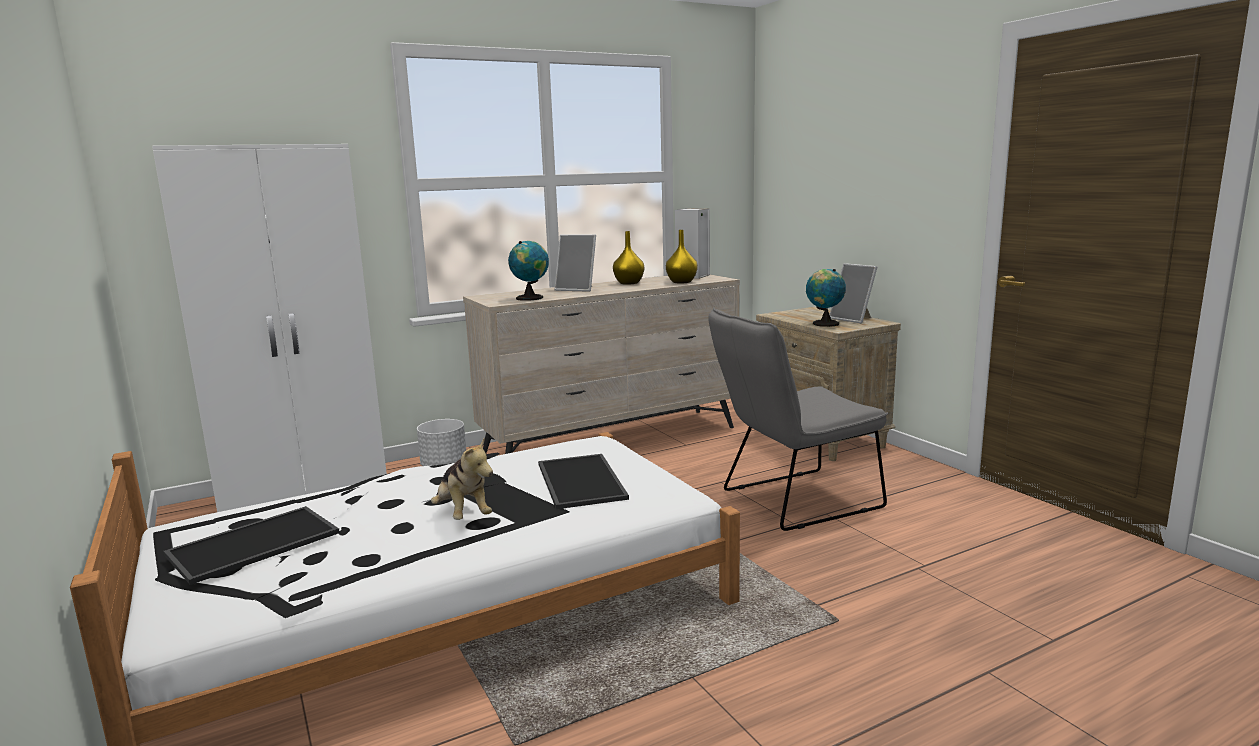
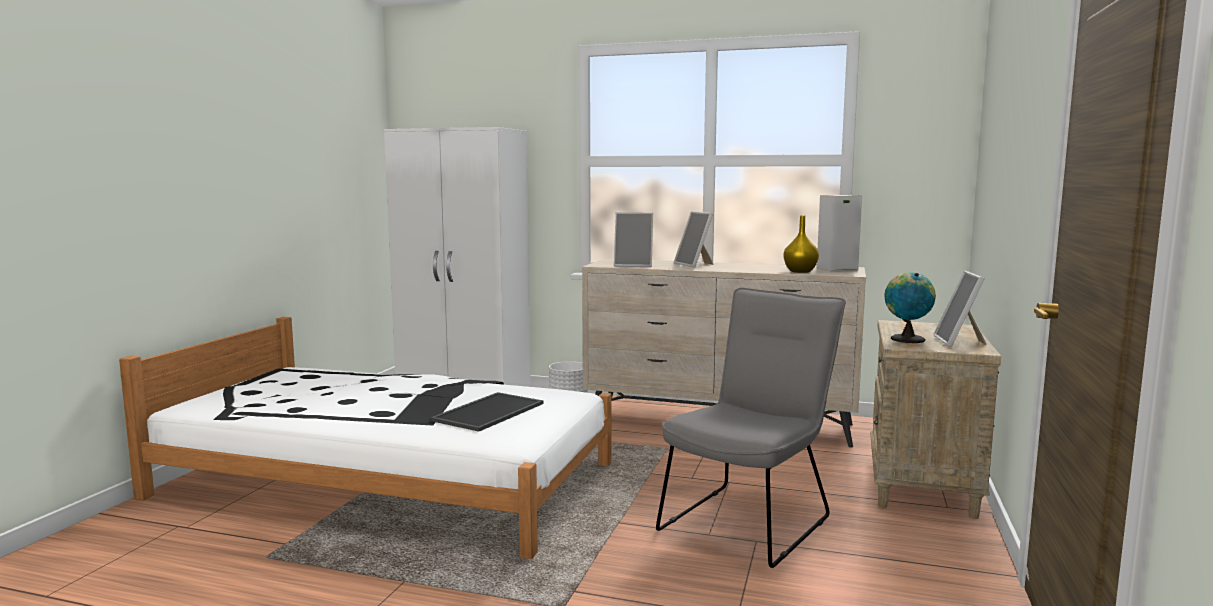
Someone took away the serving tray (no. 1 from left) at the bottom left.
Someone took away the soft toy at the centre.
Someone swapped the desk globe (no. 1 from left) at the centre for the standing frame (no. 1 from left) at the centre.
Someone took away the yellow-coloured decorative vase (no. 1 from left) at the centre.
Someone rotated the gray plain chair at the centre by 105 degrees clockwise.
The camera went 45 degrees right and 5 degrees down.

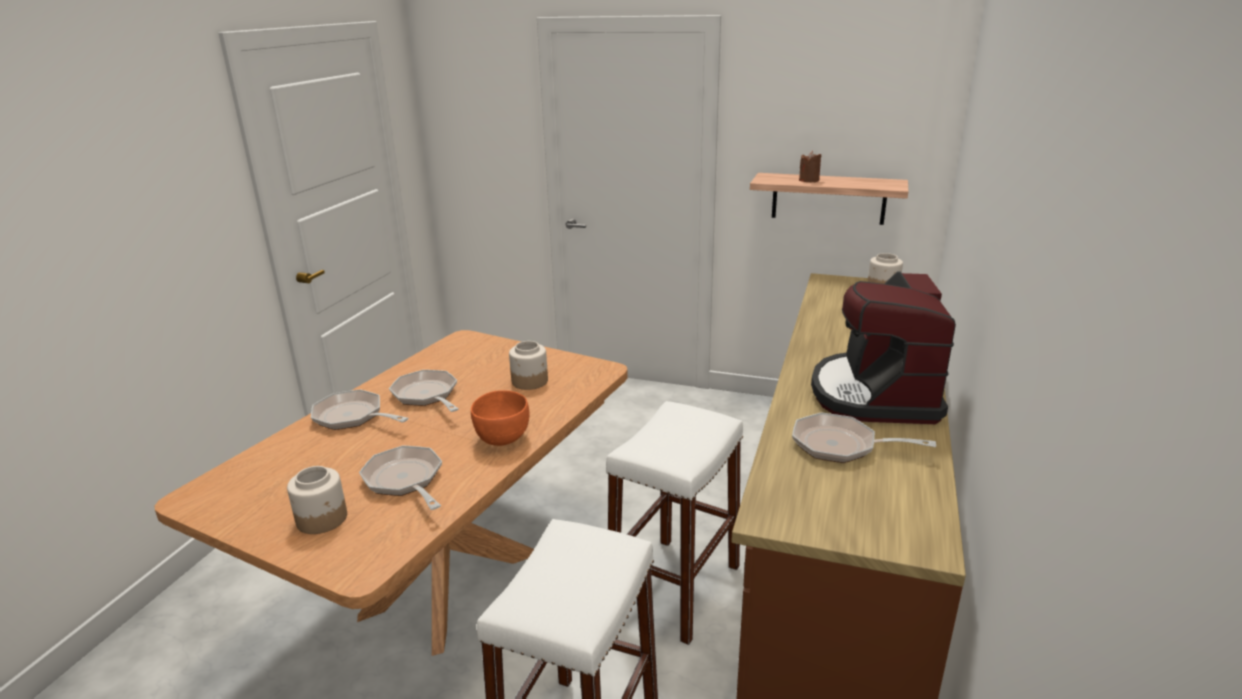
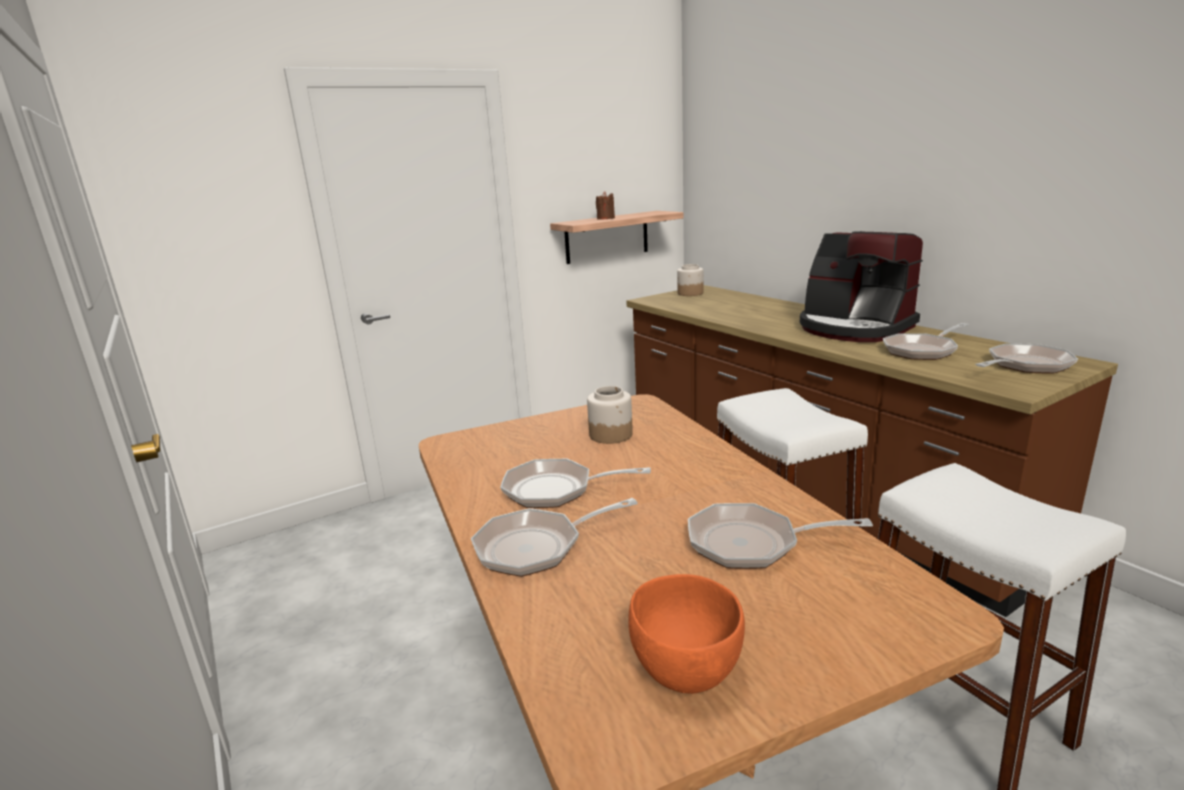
Someone took away the jar (no. 1 from left) at the bottom left.
Someone carried the orangey deep dish from the centre to the bottom centre.
Someone put down the skillet (no. 5 from left) at the middle right.
The camera went 50 degrees left and 5 degrees down.

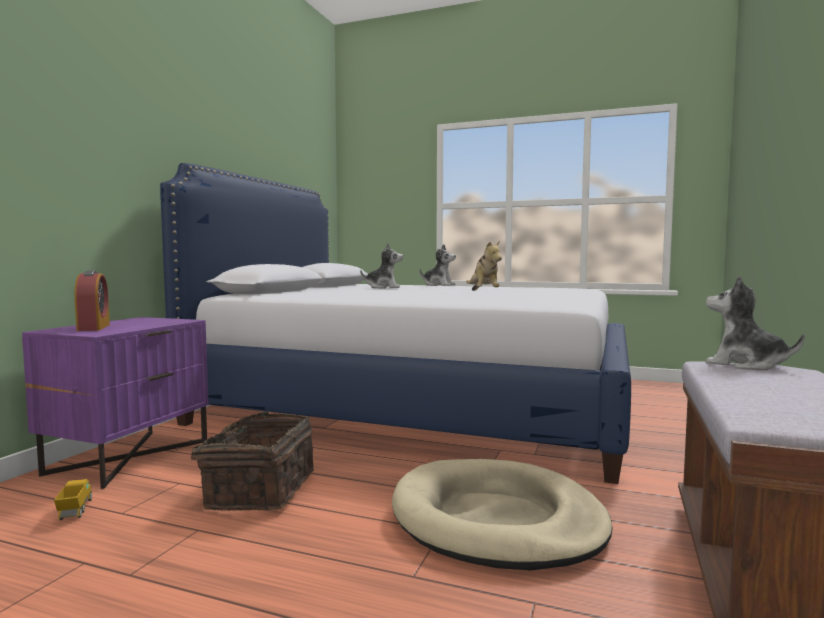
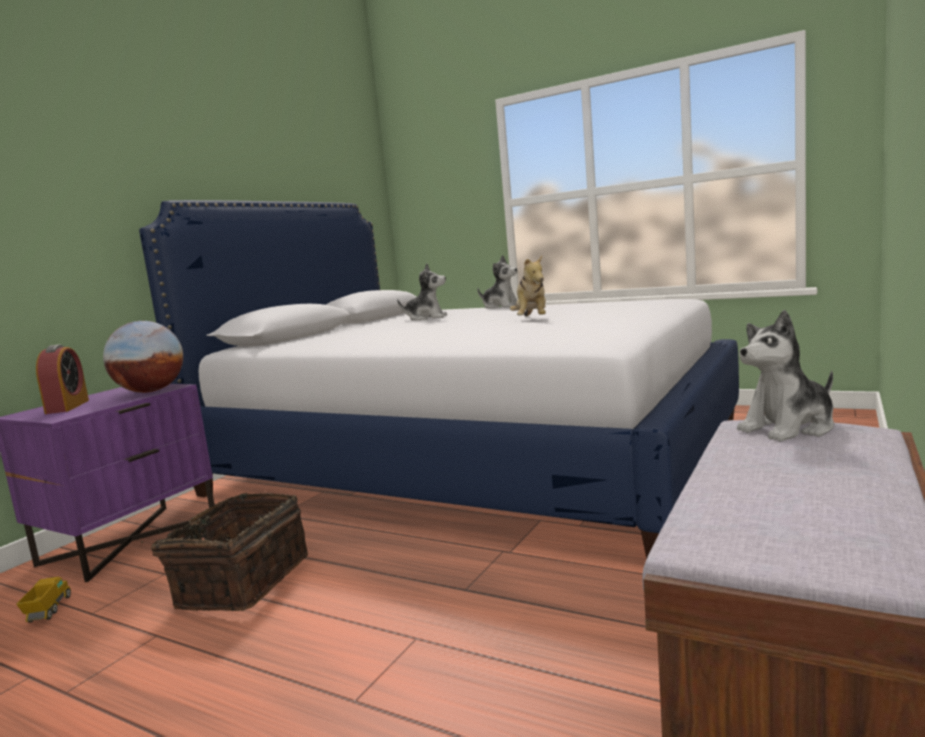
Someone took away the beige dog bed at the bottom centre.
Someone rotated the soft toy (no. 4 from left) at the middle right by 75 degrees counterclockwise.
Someone put down the desk globe at the middle left.
The camera went 10 degrees right and 5 degrees up.

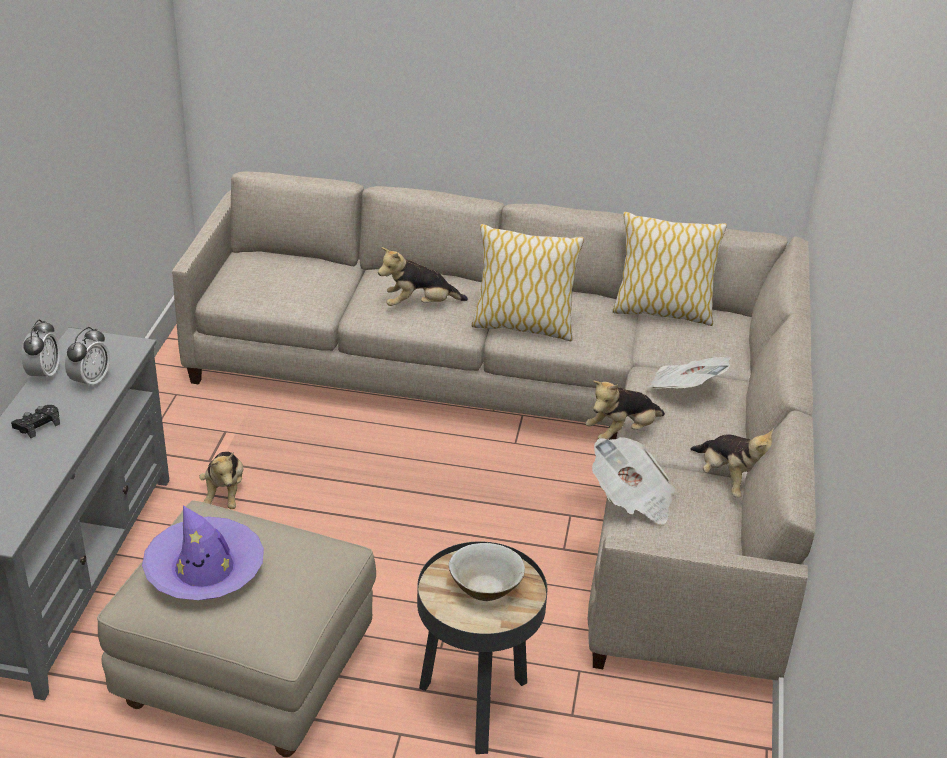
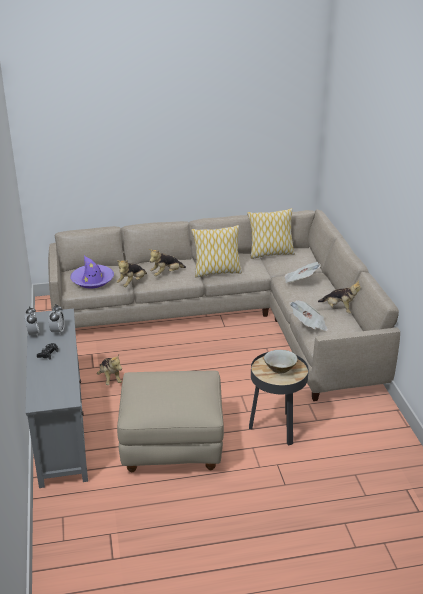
Someone carried the purple hat from the bottom left to the middle left.
Someone carried the soft toy (no. 3 from left in the first image) from the centre to the middle left.
The camera went 20 degrees left and 5 degrees down.

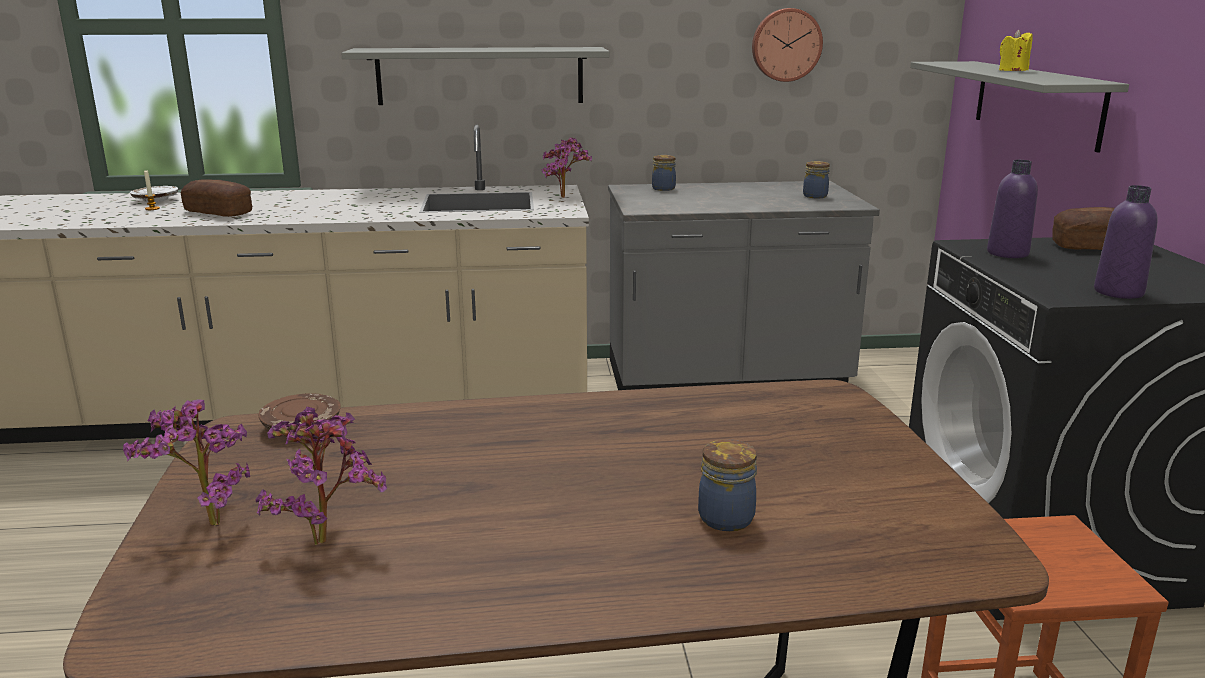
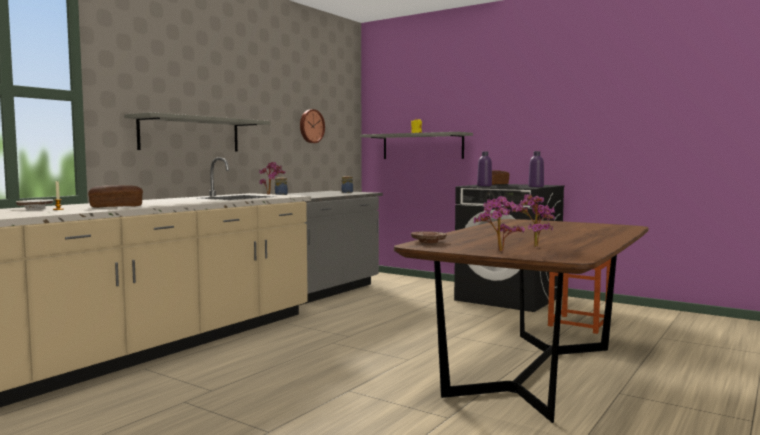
Someone took away the jar (no. 2 from left) at the bottom centre.
The camera went 50 degrees left and 15 degrees down.

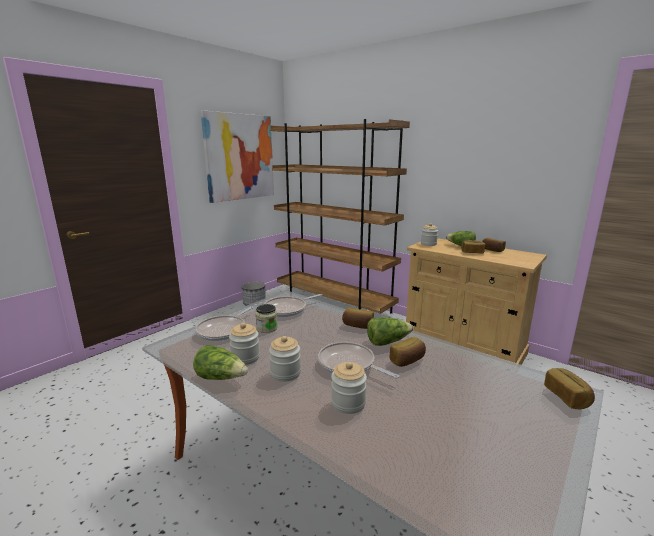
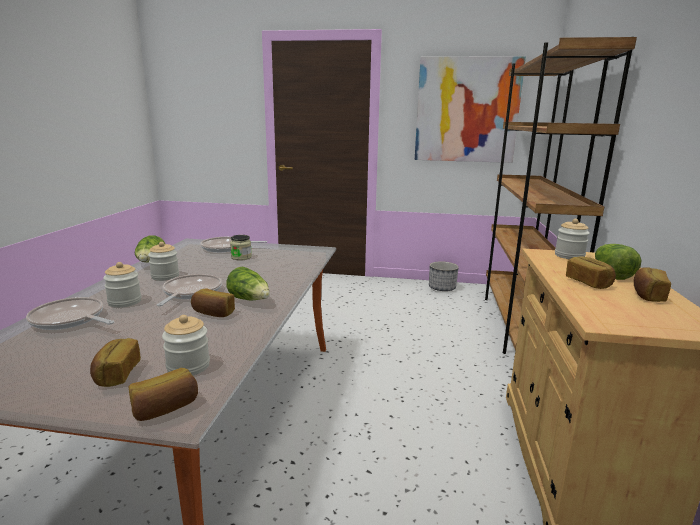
Someone carried the jar (no. 1 from left in the first image) from the centre to the middle left.
Someone carried the skillet (no. 2 from left in the first image) from the centre to the middle left.
Someone carried the bread (no. 1 from left) from the centre to the bottom left.
The camera went 60 degrees right and 0 degrees up.

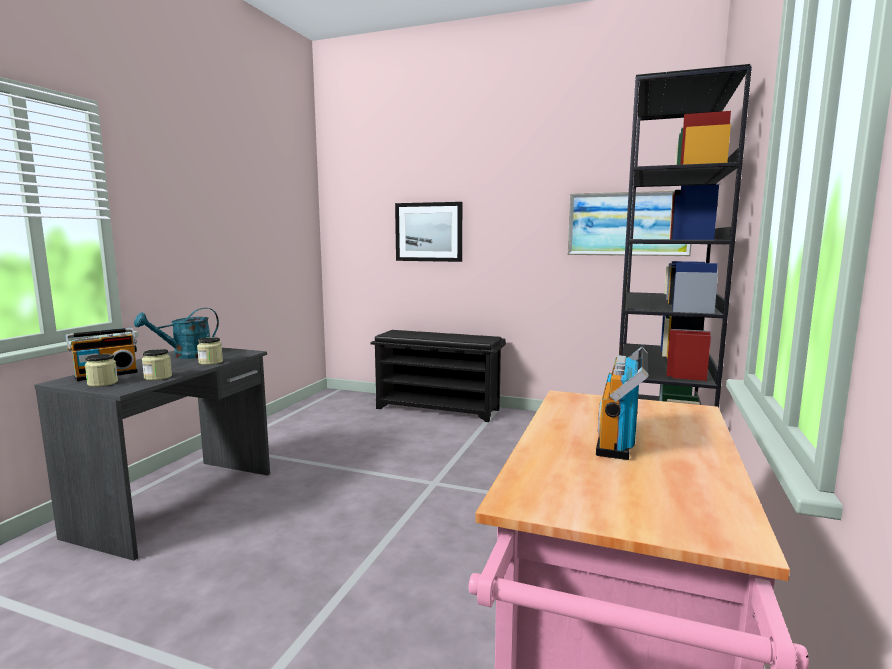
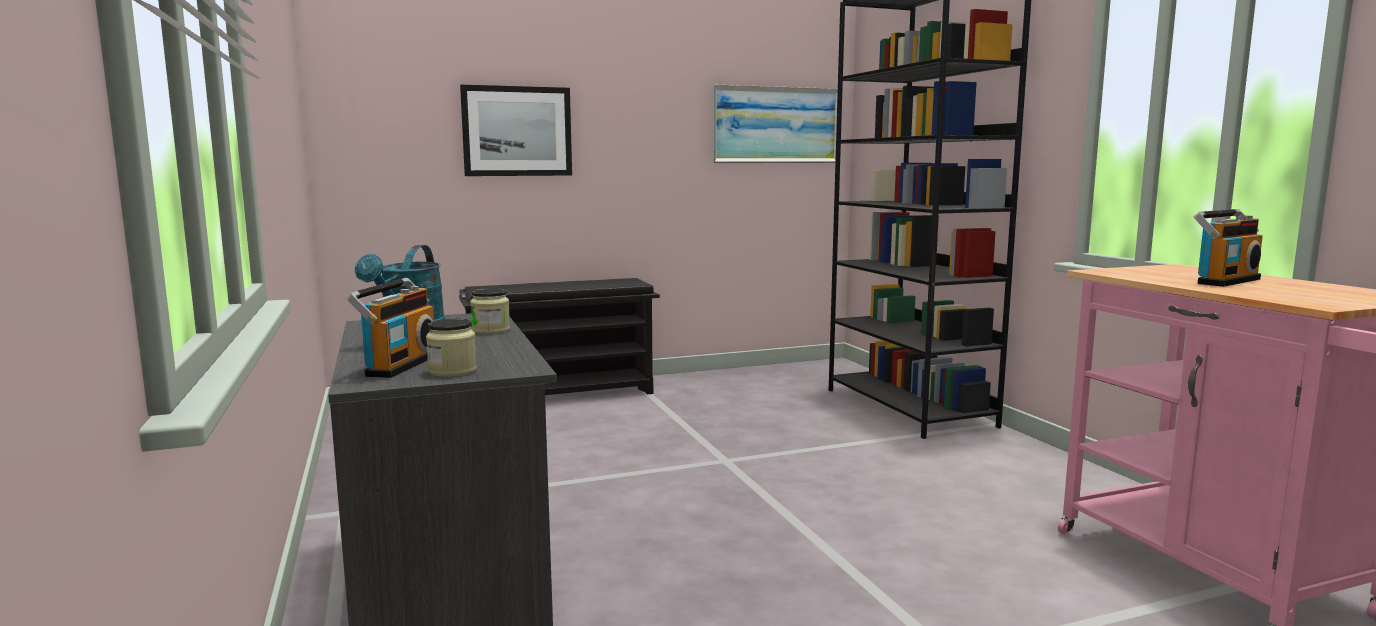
Someone took away the jar (no. 2 from left) at the middle left.
Someone rotated the radio set (no. 2 from left) at the middle right by 105 degrees counterclockwise.
The camera went 40 degrees left and 0 degrees up.

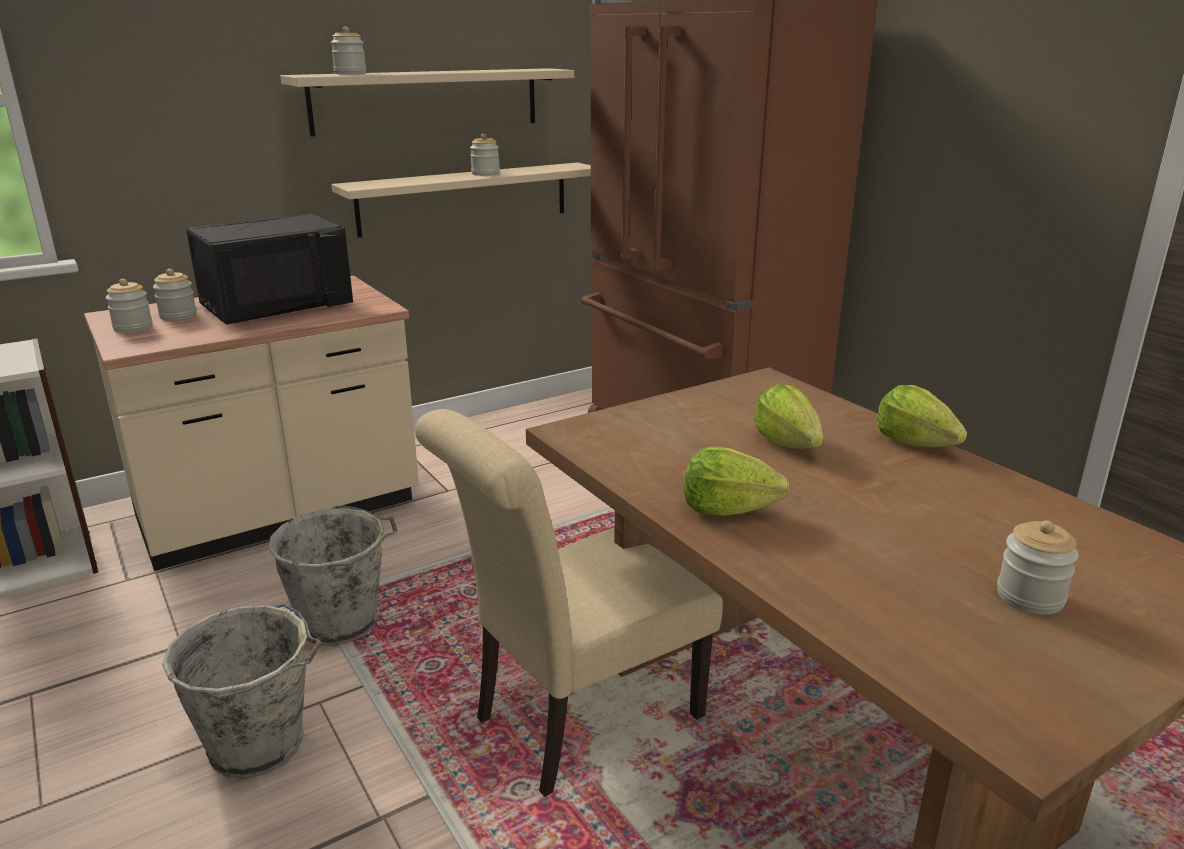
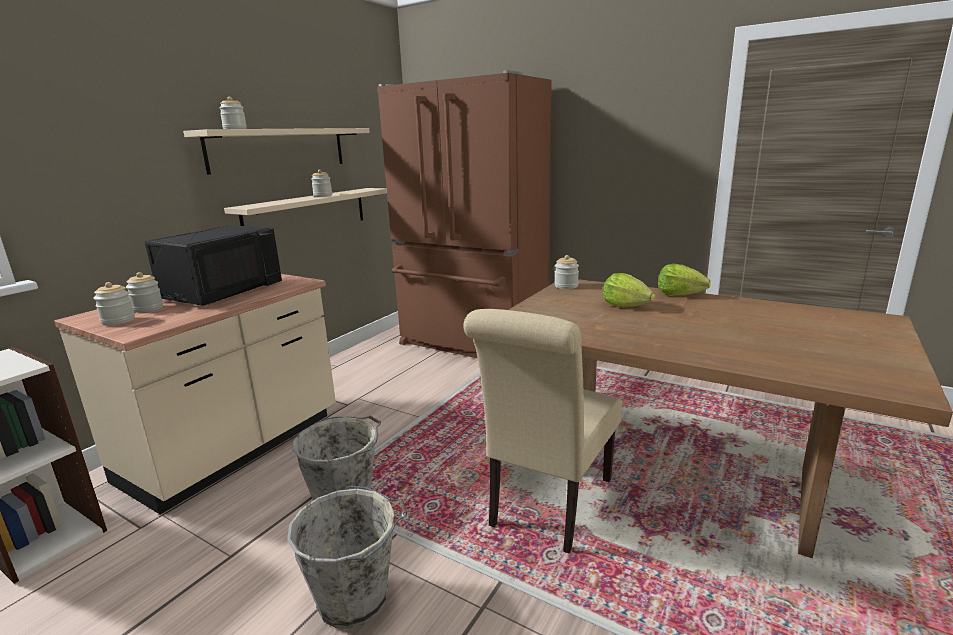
Someone took away the lettuce (no. 1 from left) at the centre.
Someone carried the jar (no. 5 from left) from the bottom right to the centre.
The camera went 25 degrees left and 5 degrees down.

